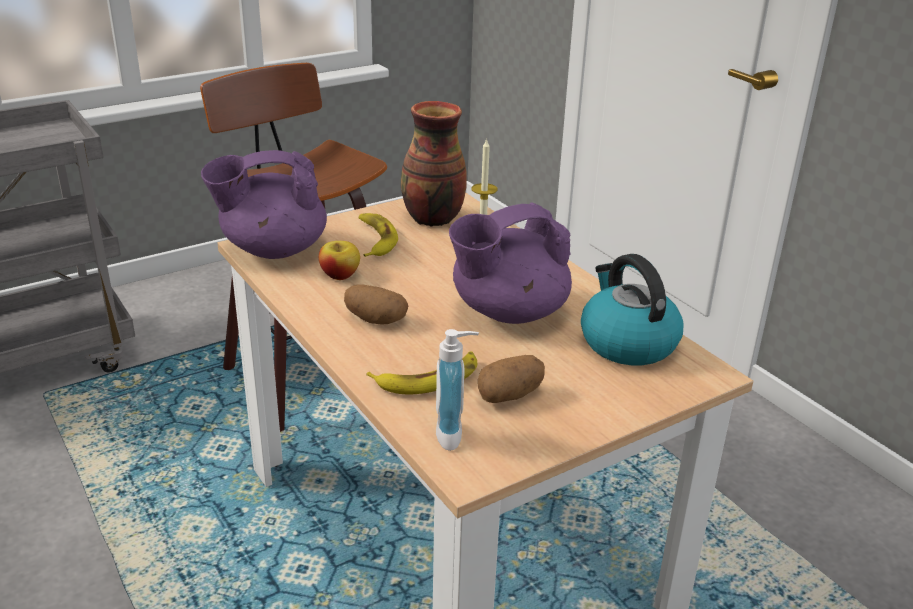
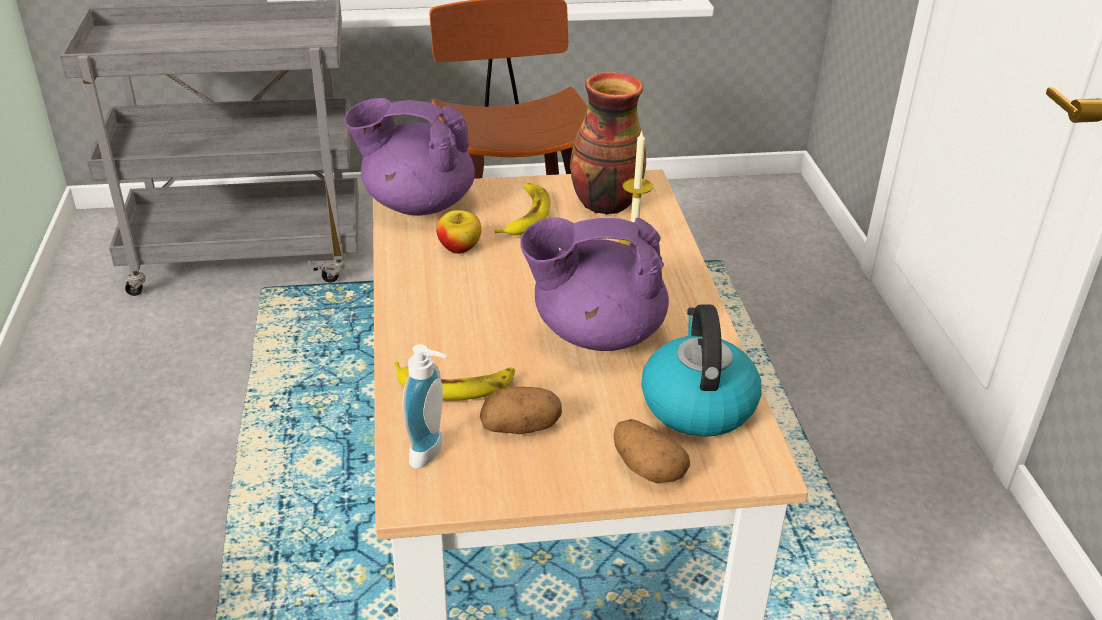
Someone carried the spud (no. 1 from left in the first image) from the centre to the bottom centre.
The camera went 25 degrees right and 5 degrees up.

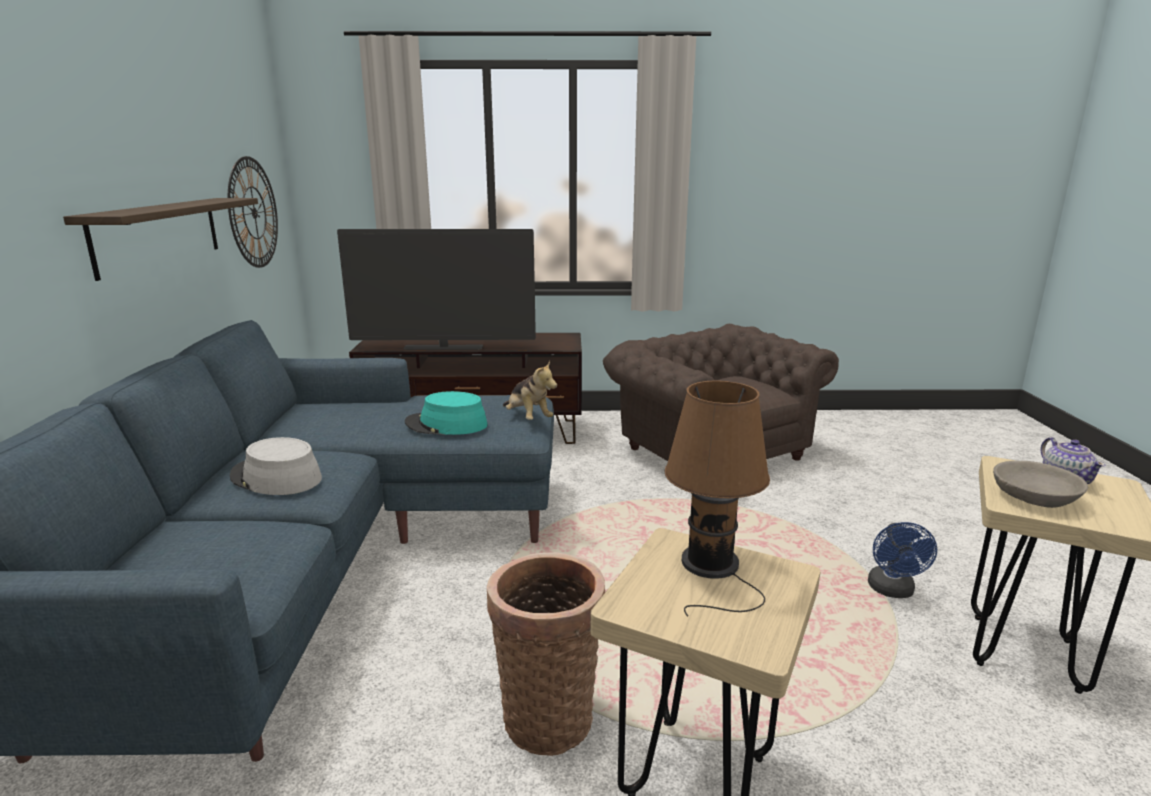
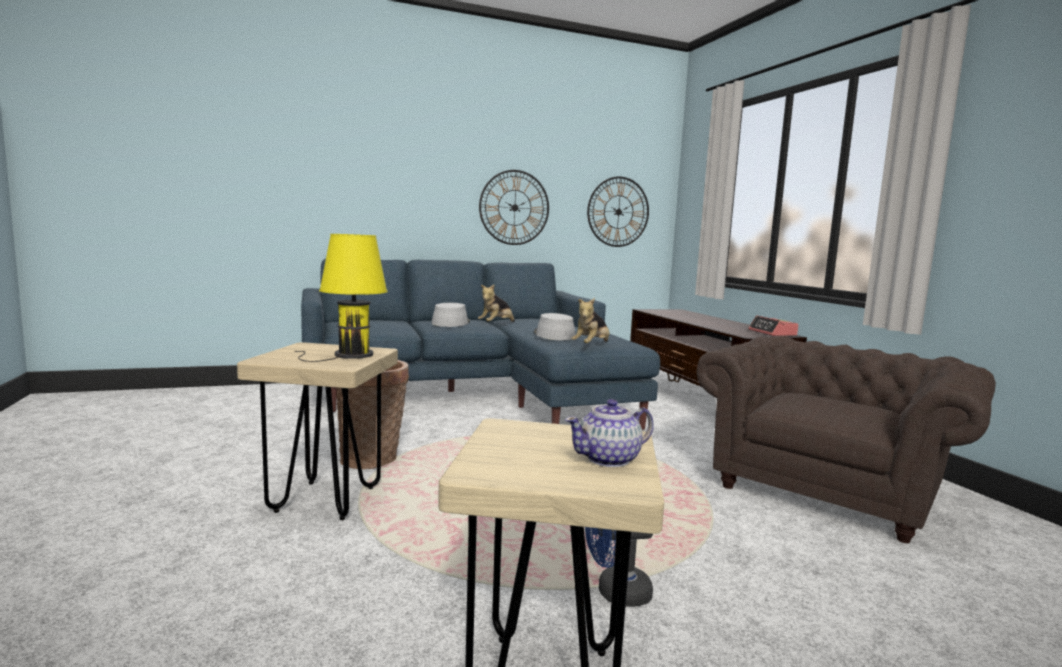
Someone swapped the bracket shelf at the top left for the hanging clock (no. 1 from left) at the top centre.
Someone took away the television at the centre.
Someone repainted the blue-green hat at the centre, which became the gray hat (no. 2 from left) at the centre.
Someone repainted the brown-coloured tabletop lamp at the centre, which became the yellow-coloured tabletop lamp at the middle left.
Someone took away the gray deep dish at the middle right.
Someone put down the soft toy (no. 1 from left) at the centre.
Someone put down the alarm clock at the middle right.
The camera went 70 degrees right and 10 degrees down.

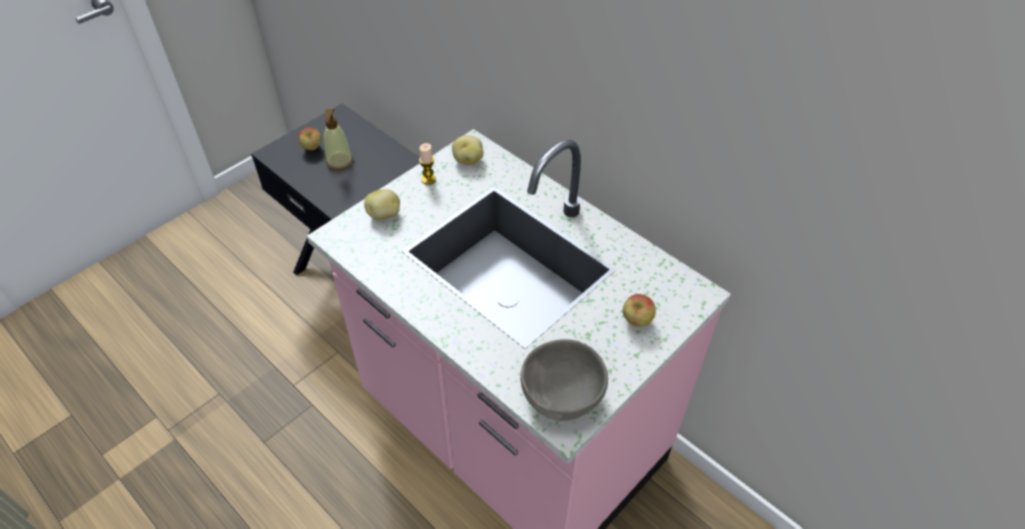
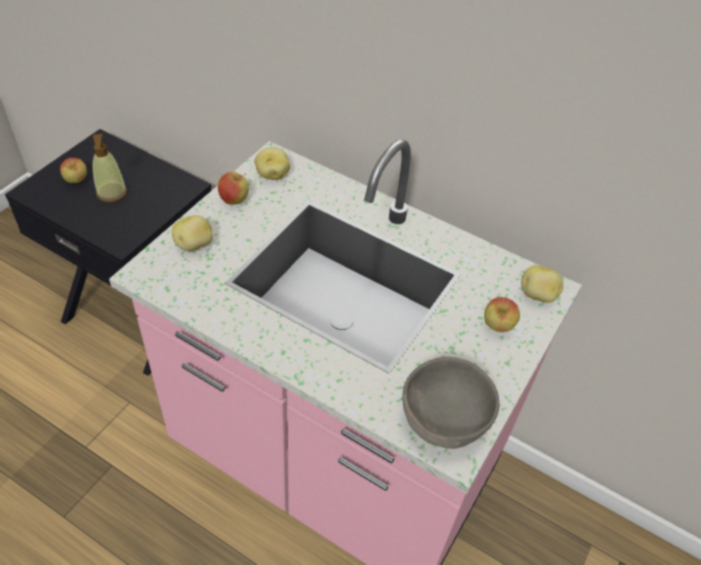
Someone swapped the candle at the top centre for the whole apple (no. 2 from left) at the top left.
Someone put down the spud (no. 3 from left) at the middle right.
The camera went 15 degrees left and 0 degrees up.

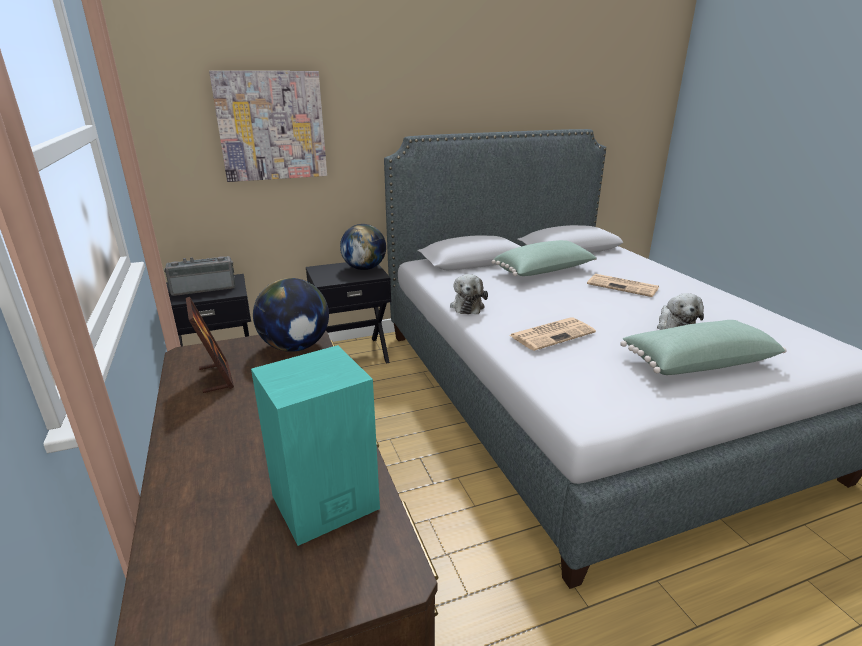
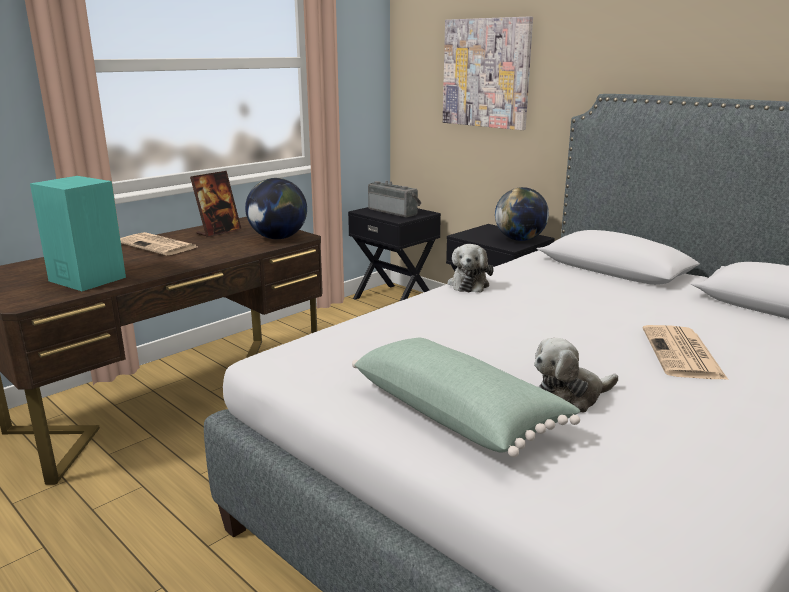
Someone rotated the soft toy (no. 1 from left) at the centre by 60 degrees counterclockwise.
Someone took away the greenish cushion (no. 1 from left) at the centre.
Someone carried the printed paper (no. 1 from left) from the centre to the middle left.
The camera went 65 degrees right and 5 degrees down.

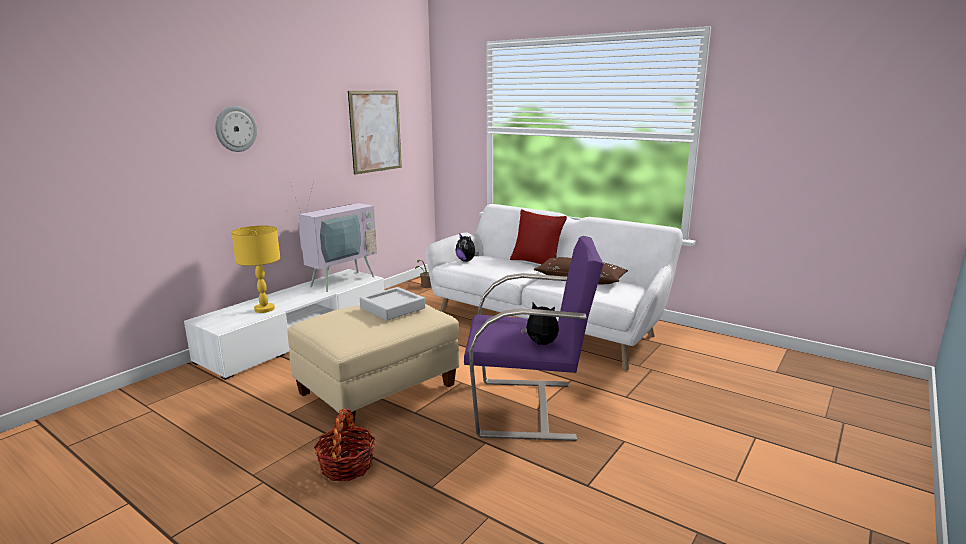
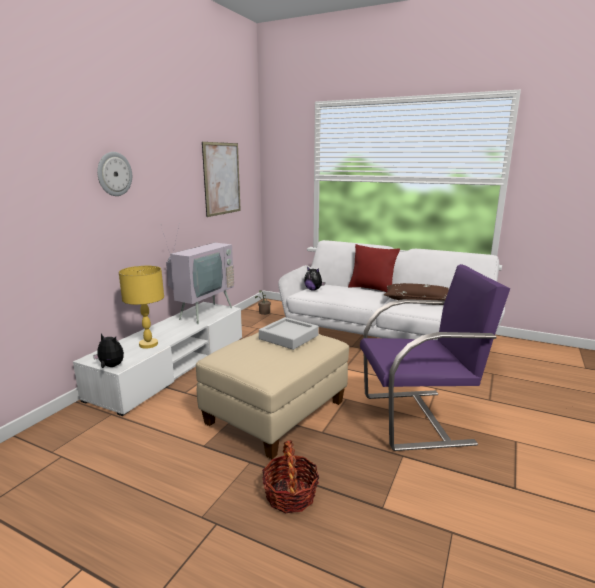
Someone carried the soft toy (no. 2 from left in the first image) from the centre to the middle left.
The camera went 10 degrees left and 0 degrees up.

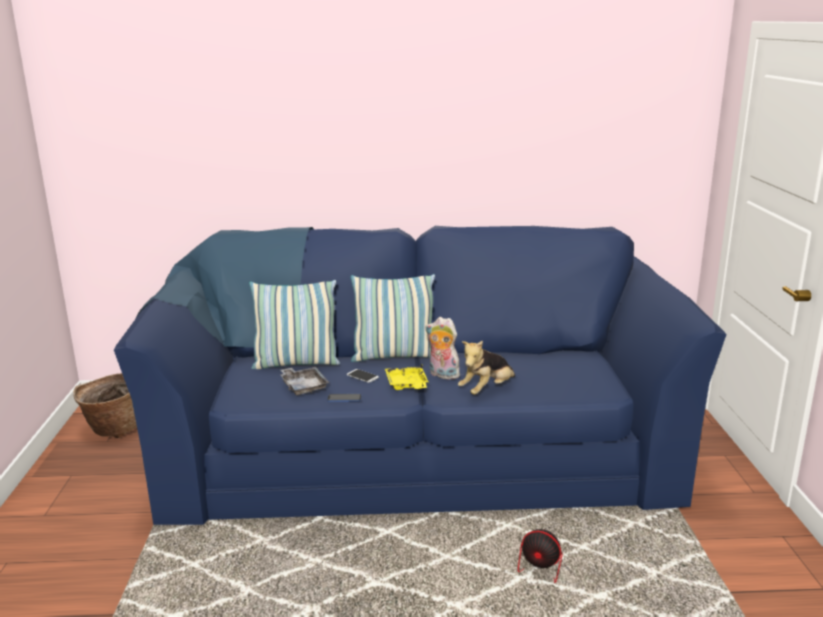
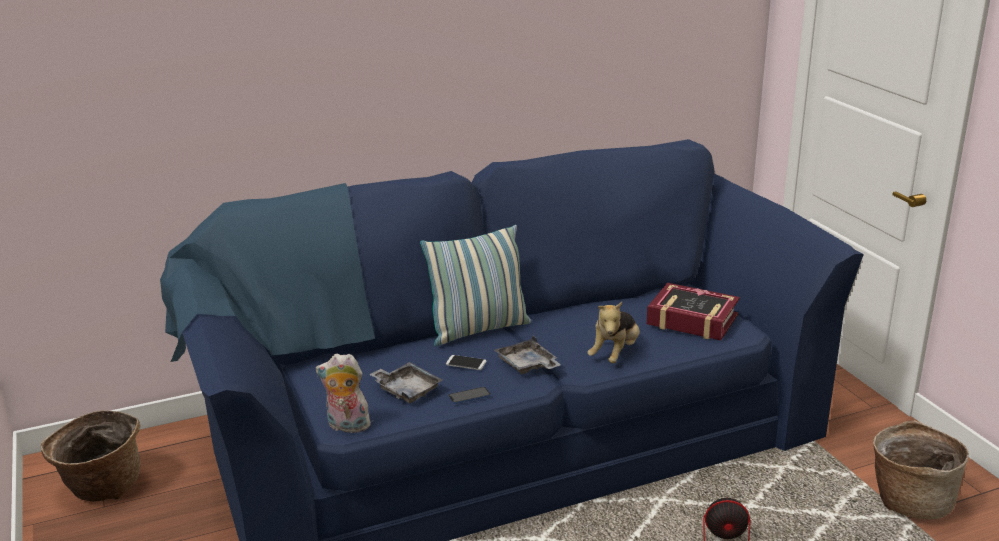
Someone took away the cushion (no. 1 from left) at the centre.
Someone repainted the yellow-coloured serving tray at the centre, which became the gray serving tray (no. 2 from left) at the centre.
Someone carried the soft toy (no. 1 from left) from the centre to the bottom centre.
Someone put down the bound book at the middle right.
Someone put down the basket (no. 2 from left) at the bottom right.
The camera went 20 degrees left and 5 degrees up.

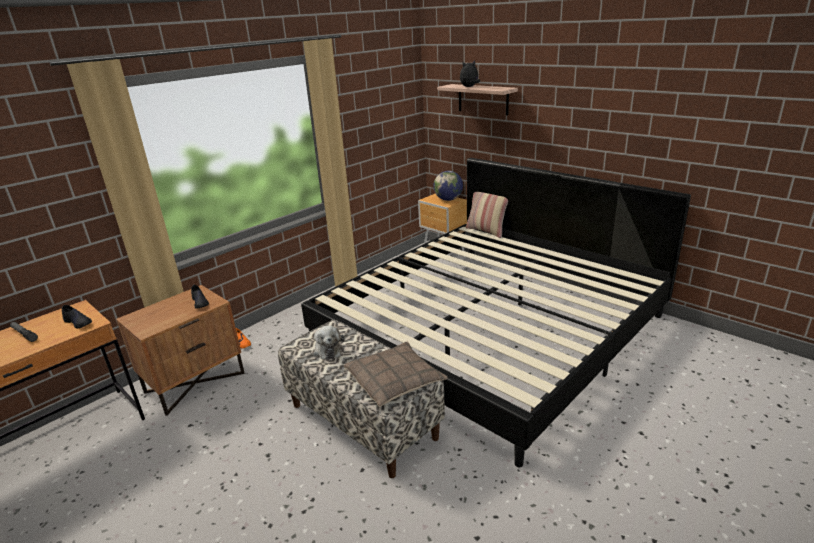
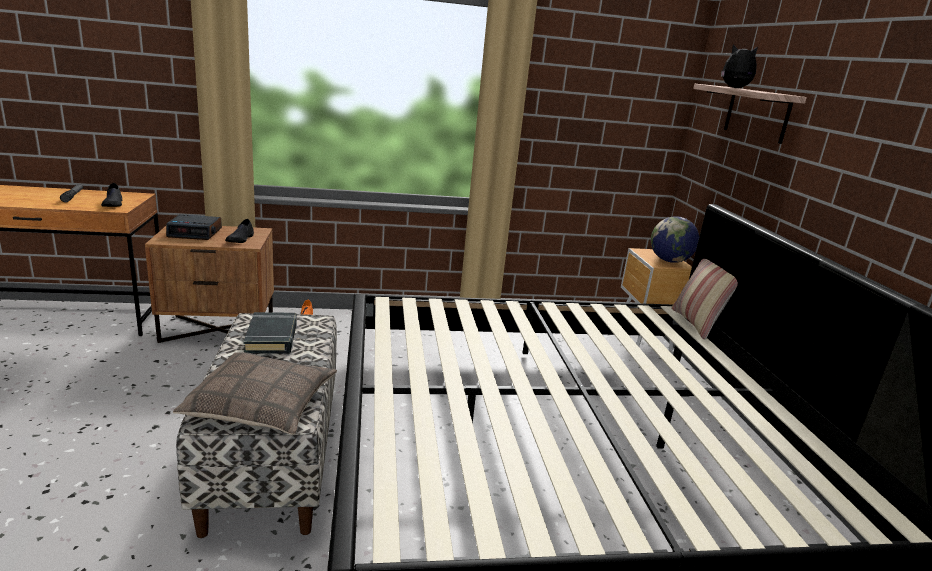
Someone swapped the soft toy (no. 1 from left) at the centre for the black bound book at the middle left.
Someone put down the alarm clock at the middle left.
The camera went 35 degrees right and 5 degrees down.

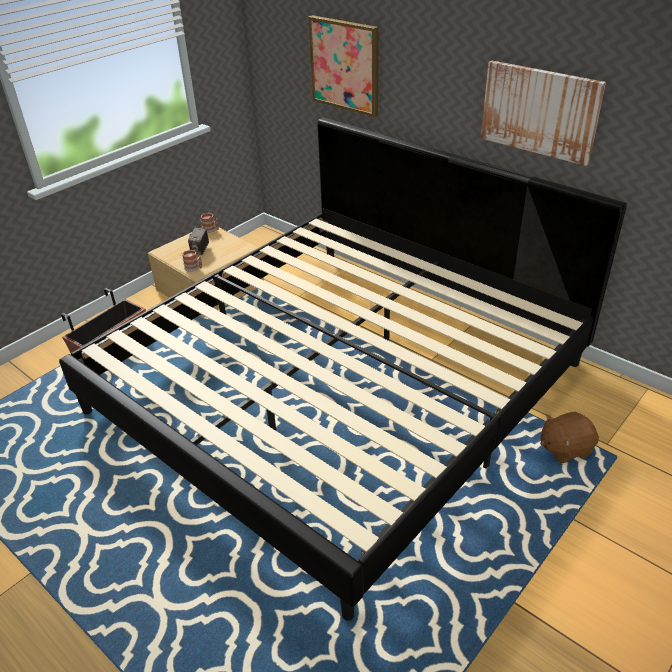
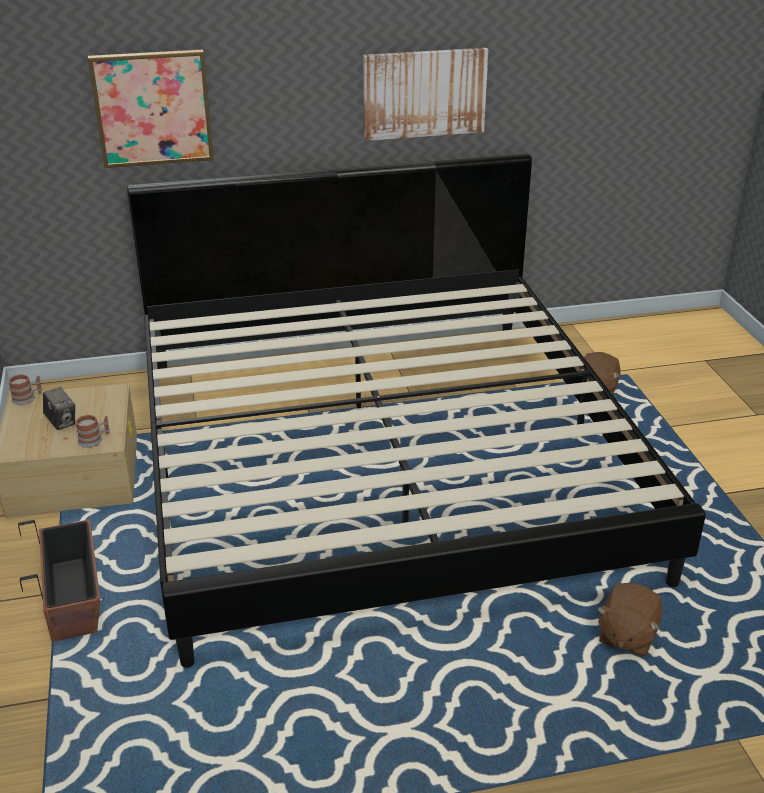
Someone put down the brown-coloured soft toy (no. 2 from left) at the bottom right.
The camera went 55 degrees left and 5 degrees down.

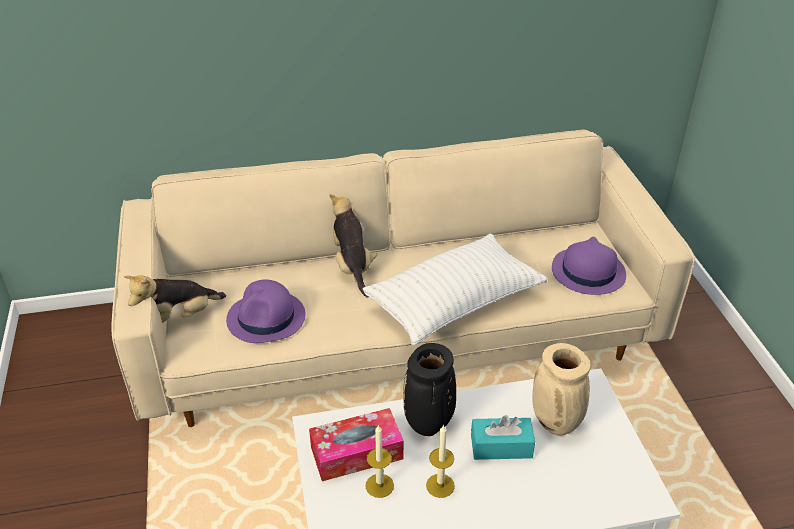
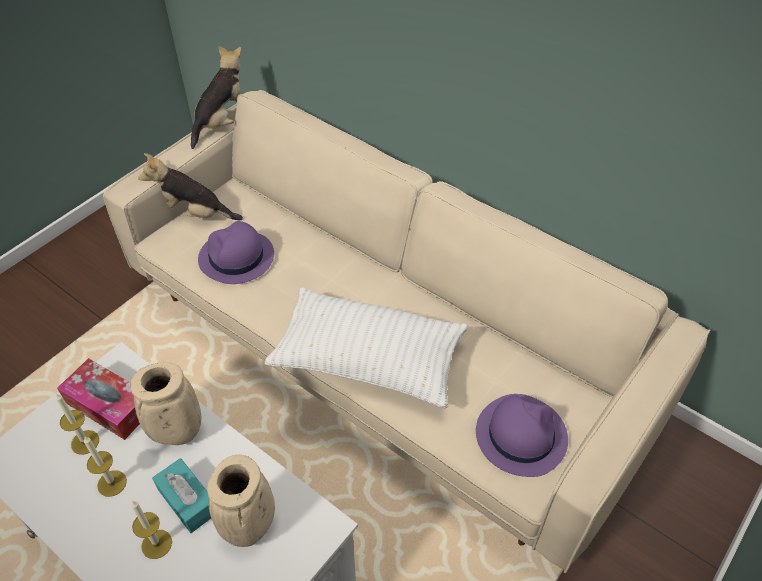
Someone carried the soft toy (no. 2 from left) from the centre to the top left.
Someone repainted the black decorative vase at the bottom centre, which became the beige decorative vase (no. 1 from left) at the bottom left.
Someone put down the candle (no. 3 from left) at the bottom left.
The camera went 50 degrees right and 10 degrees up.

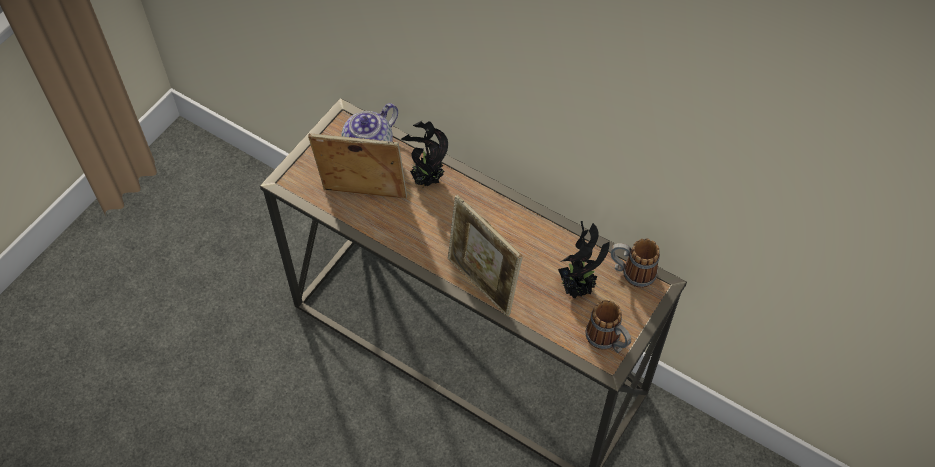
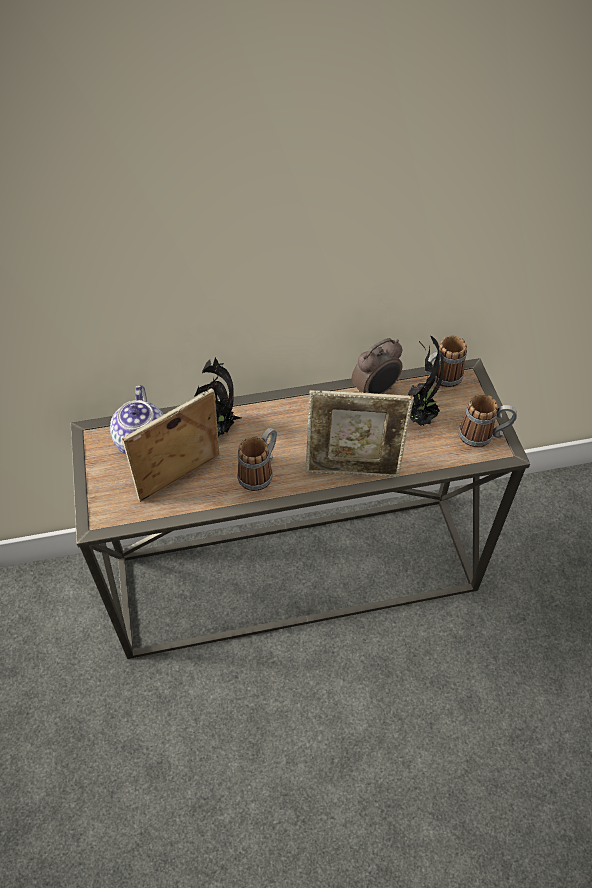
Someone put down the mug (no. 1 from left) at the centre.
Someone put down the alarm clock at the centre.
The camera went 45 degrees left and 5 degrees down.

